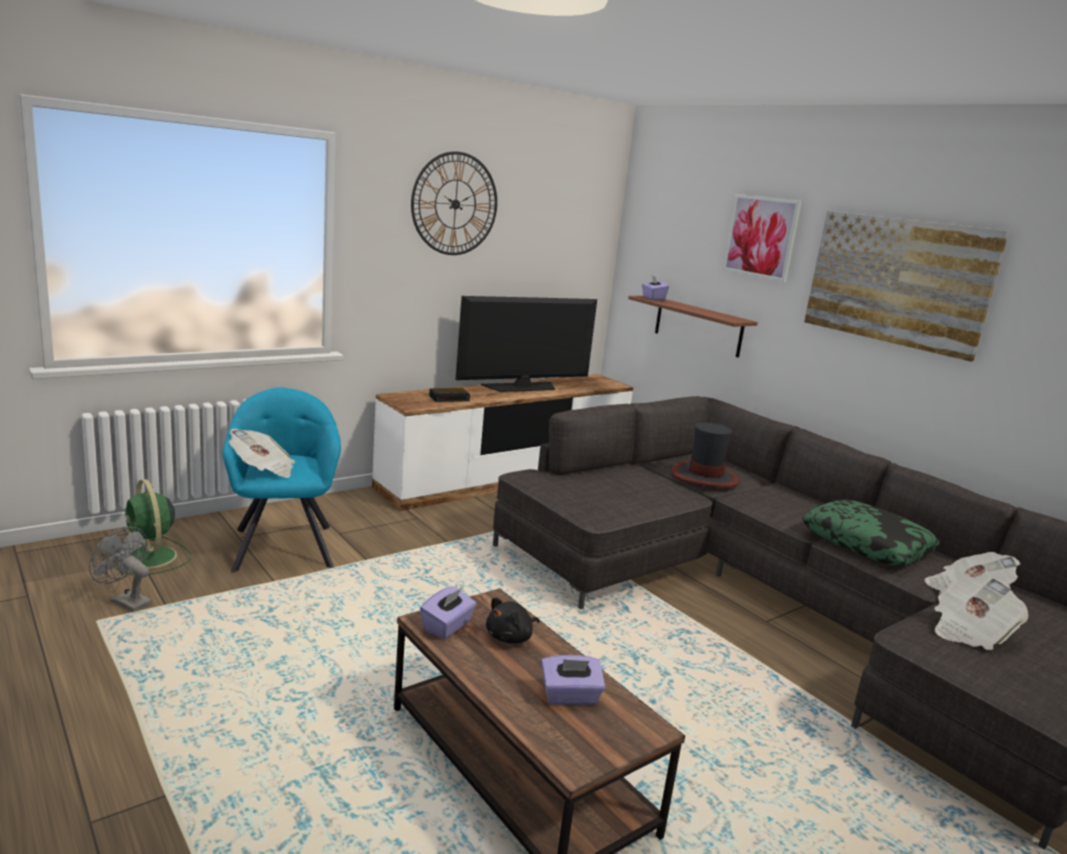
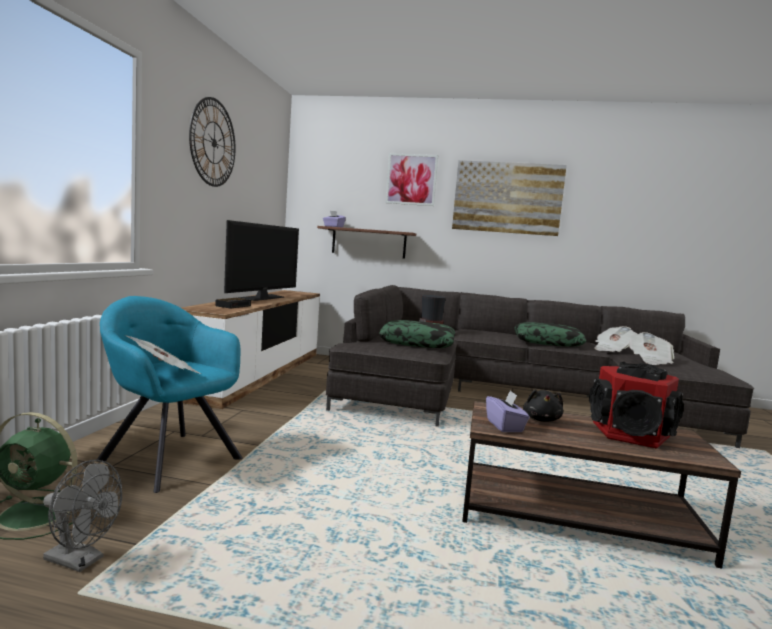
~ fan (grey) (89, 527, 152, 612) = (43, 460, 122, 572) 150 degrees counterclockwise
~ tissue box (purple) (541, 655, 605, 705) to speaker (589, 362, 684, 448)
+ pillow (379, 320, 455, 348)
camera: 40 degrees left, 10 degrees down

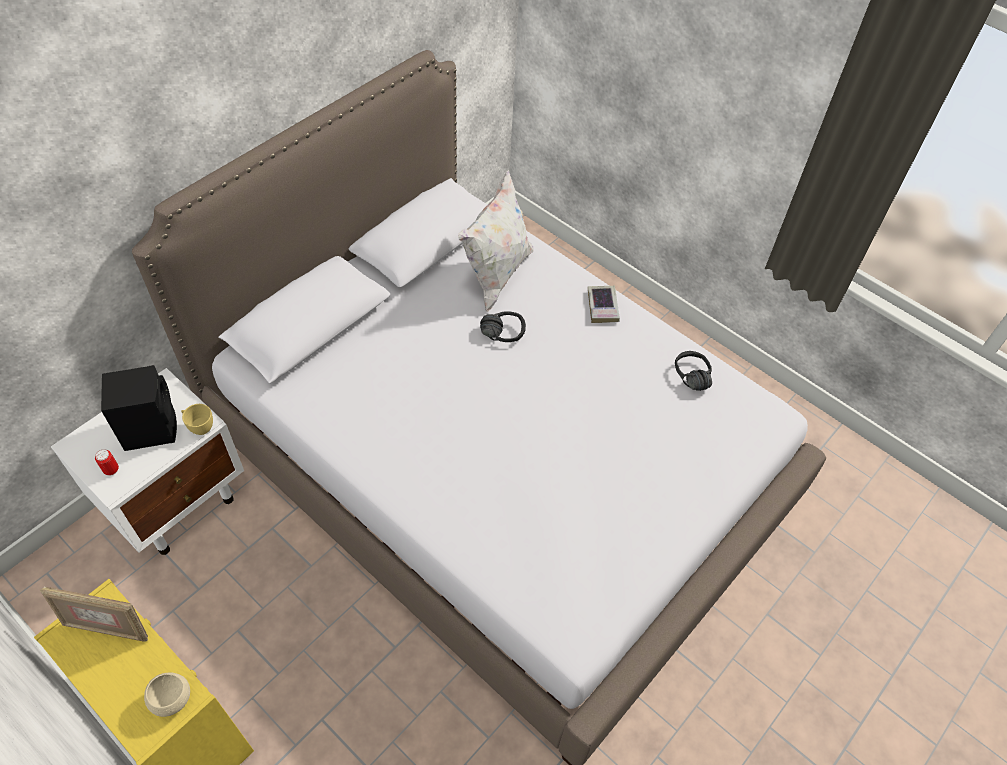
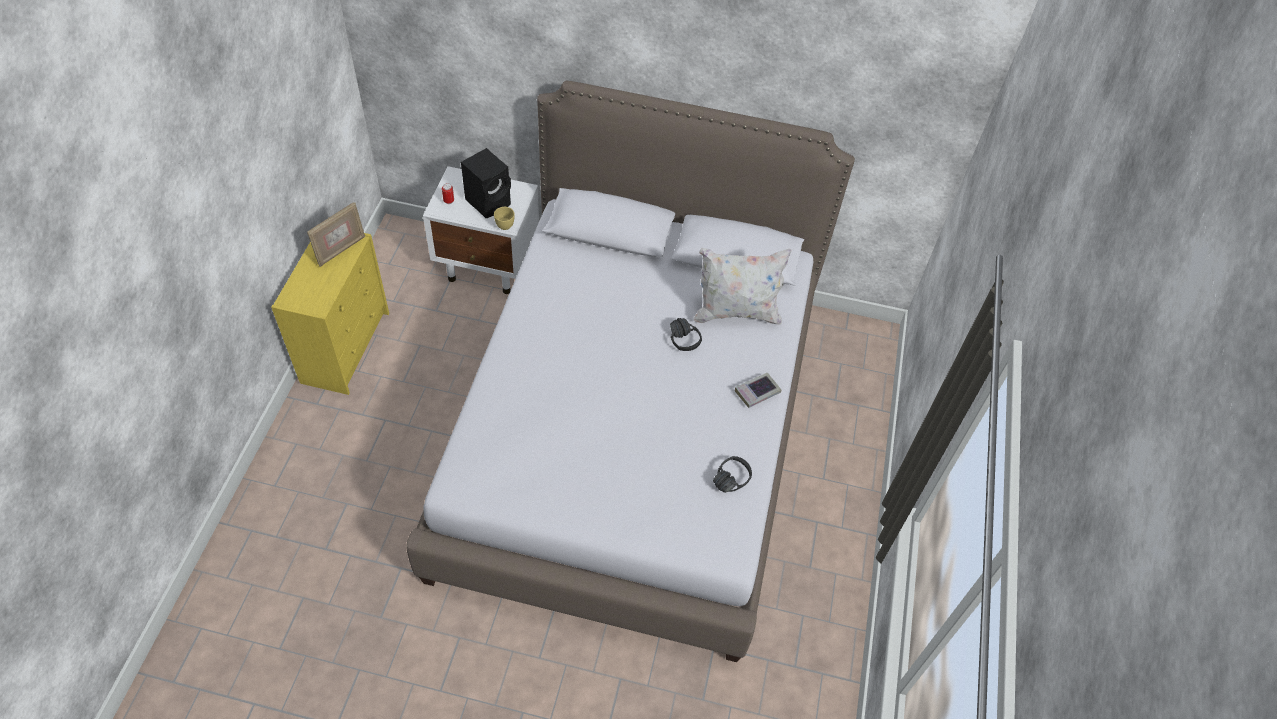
~ picture frame (40, 586, 148, 642) = (307, 203, 365, 267) 120 degrees counterclockwise
- bowl (beige) (144, 672, 190, 717)
camera: 60 degrees right, 0 degrees up

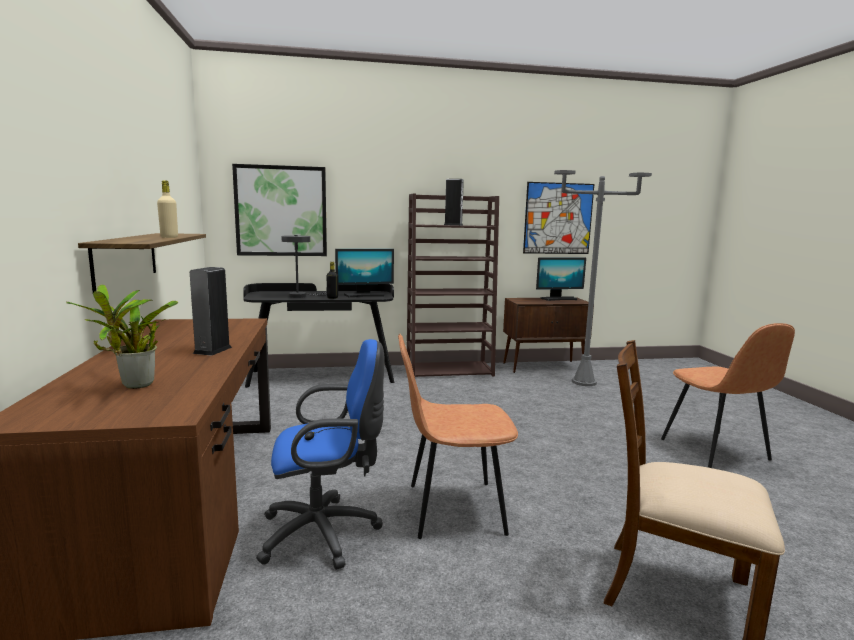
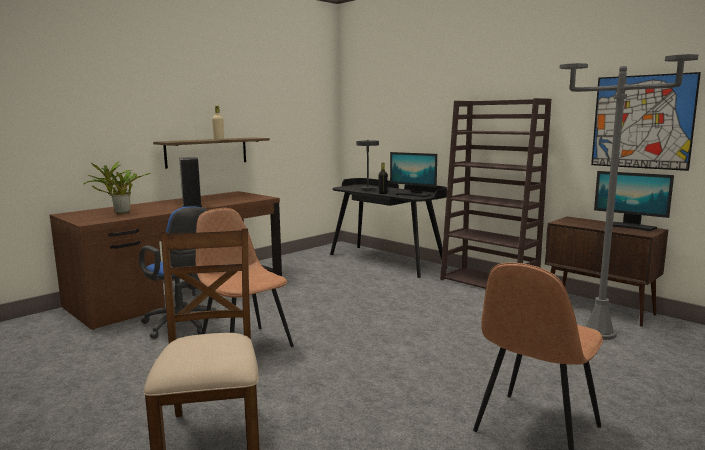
- picture (232, 164, 327, 256)
- speaker (444, 179, 464, 226)
camera: 55 degrees right, 0 degrees up

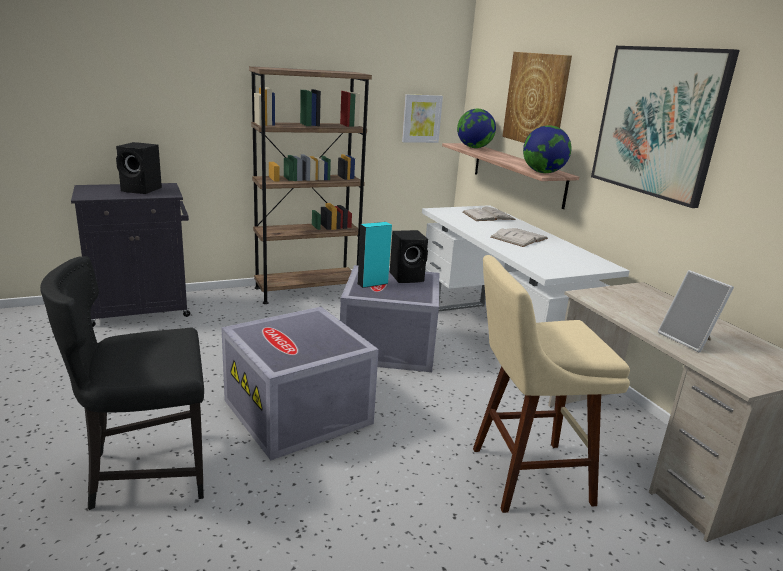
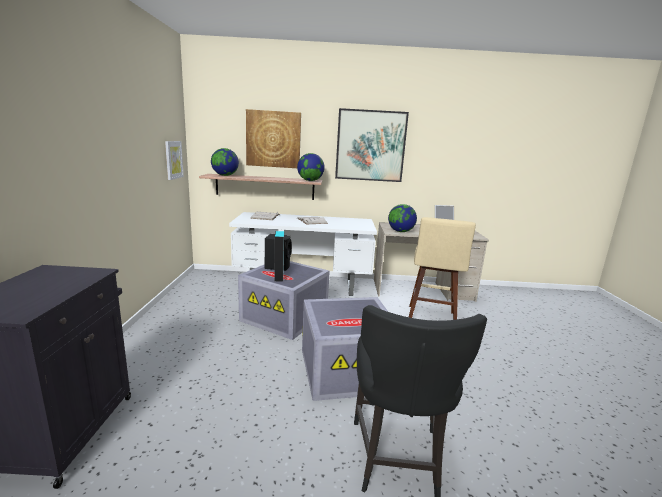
- speaker (black) (116, 142, 162, 194)
- bookcase (brown) (249, 66, 372, 304)
+ globe (388, 204, 417, 232)
camera: 65 degrees left, 5 degrees down

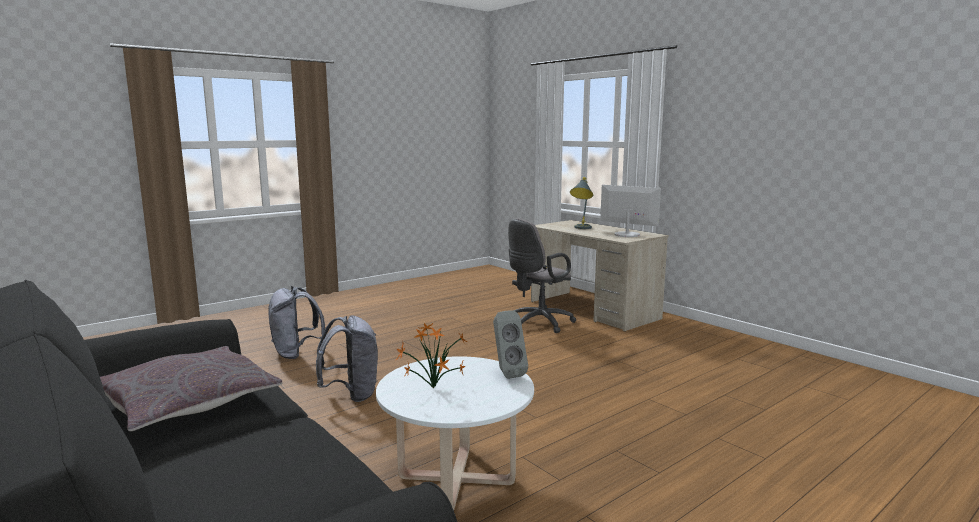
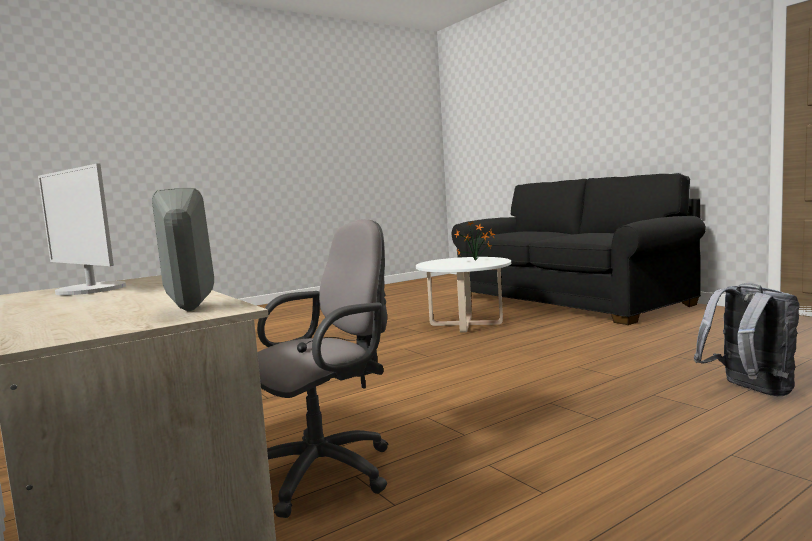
- pillow (grey) (100, 346, 282, 431)
- backpack (grey) (316, 315, 378, 402)
~ speaker (grey) (493, 311, 528, 379) to (152, 188, 214, 311)
- table lamp (grey) (570, 177, 593, 229)
camera: 175 degrees left, 5 degrees down

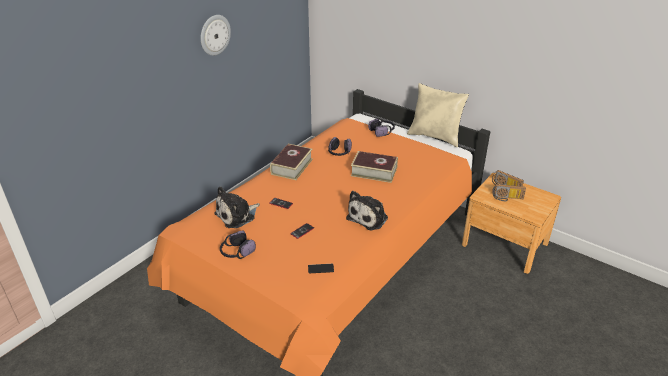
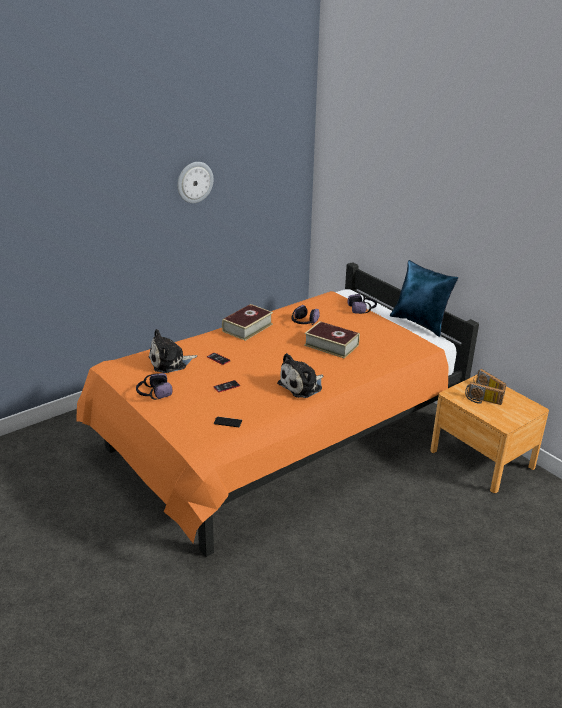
~ pillow (beige) (407, 83, 469, 147) to pillow (blue) (390, 260, 458, 337)
camera: 15 degrees right, 5 degrees down

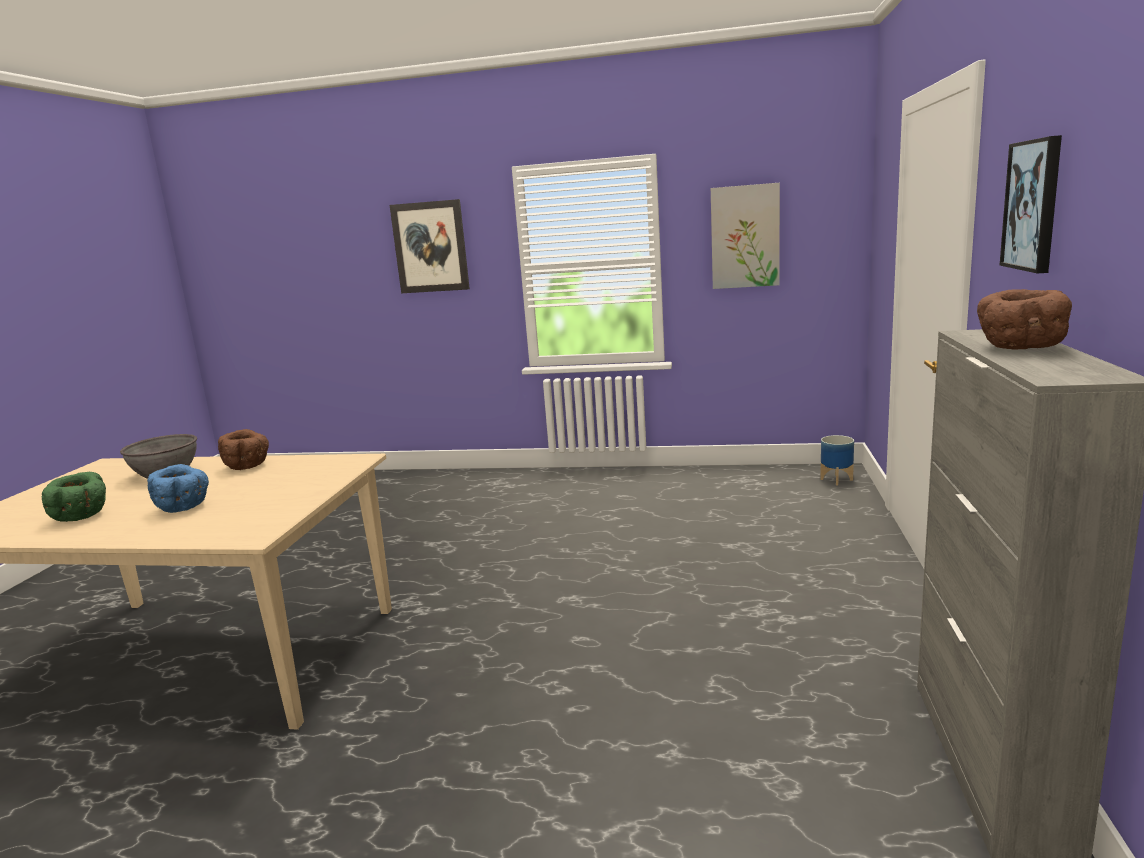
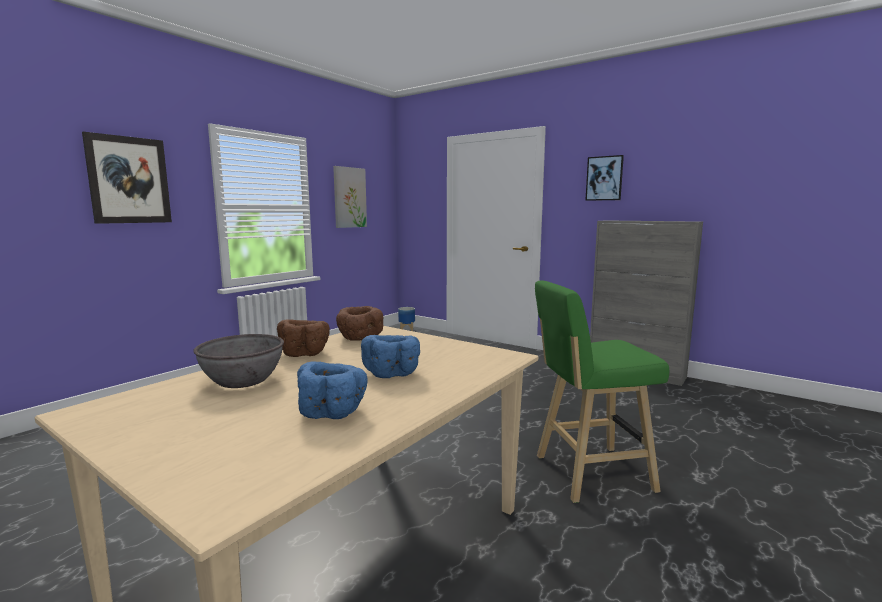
~ bowl (green) (42, 472, 106, 522) to bowl (blue) (297, 361, 368, 419)
~ bowl (brown) (977, 289, 1072, 350) to (336, 306, 383, 341)
+ stool (green) (535, 281, 669, 503)
camera: 65 degrees left, 5 degrees down

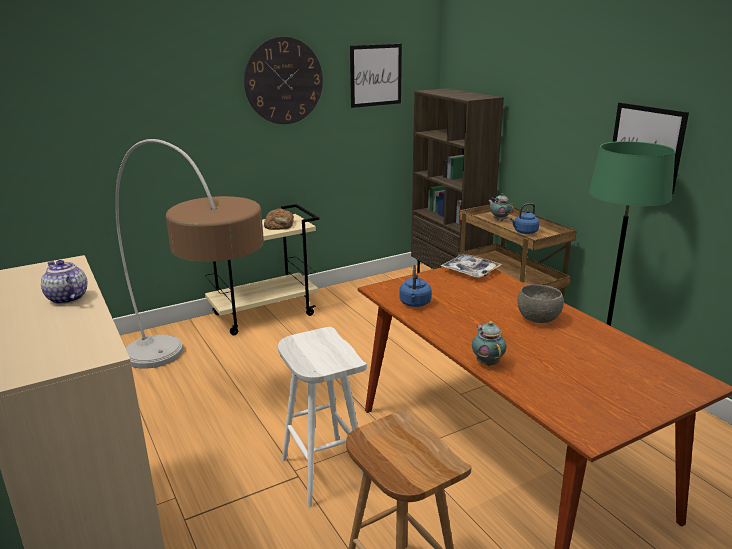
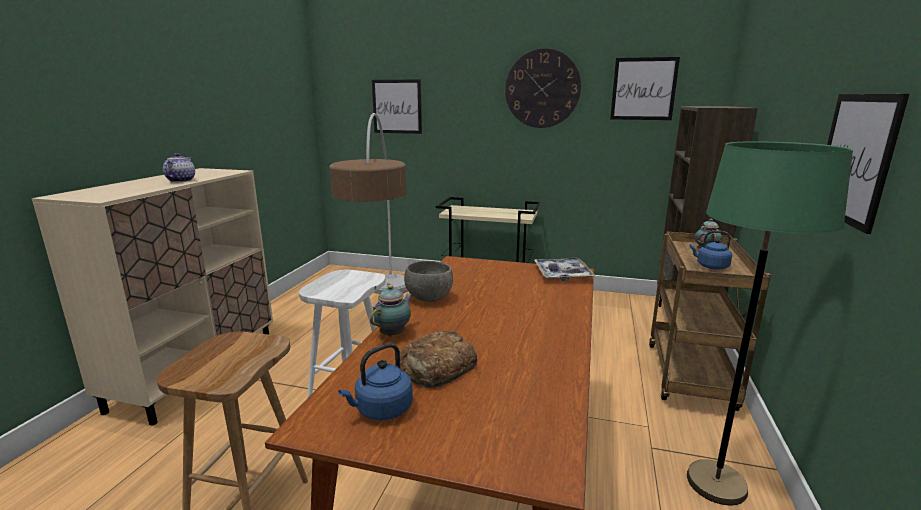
~ bread (264, 208, 294, 230) to (400, 331, 477, 388)
~ kettle (blue) (399, 265, 432, 307) to (338, 343, 413, 420)
~ bowl (grey) (517, 284, 564, 323) to (404, 261, 453, 302)
+ picture (372, 79, 422, 134)
camera: 45 degrees right, 5 degrees down

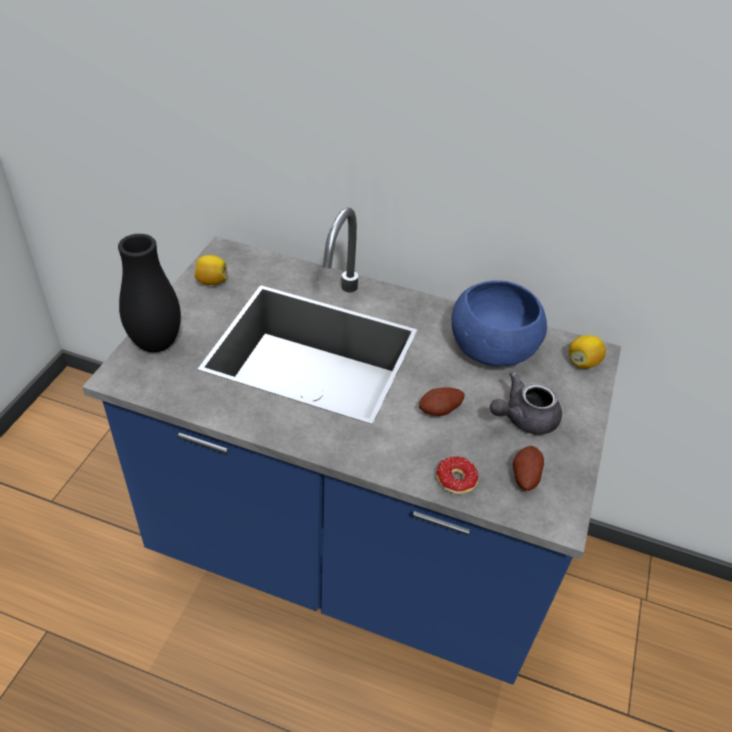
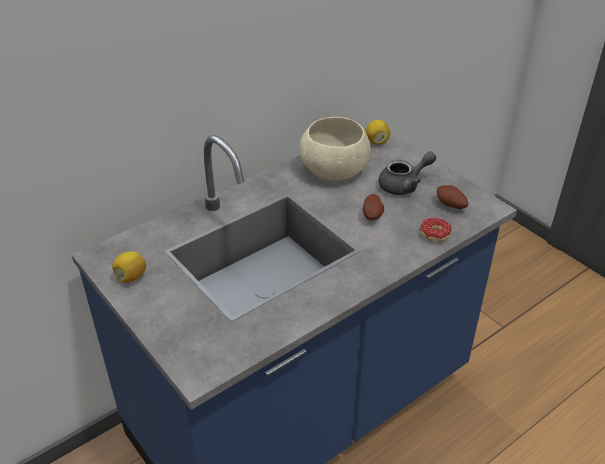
- vase (black) (118, 234, 181, 352)
~ bowl (blue) (452, 280, 547, 367) to bowl (beige) (300, 117, 371, 181)
~ teapot (grey) (490, 372, 562, 435) = (378, 151, 436, 195) 120 degrees counterclockwise
camera: 55 degrees left, 5 degrees down

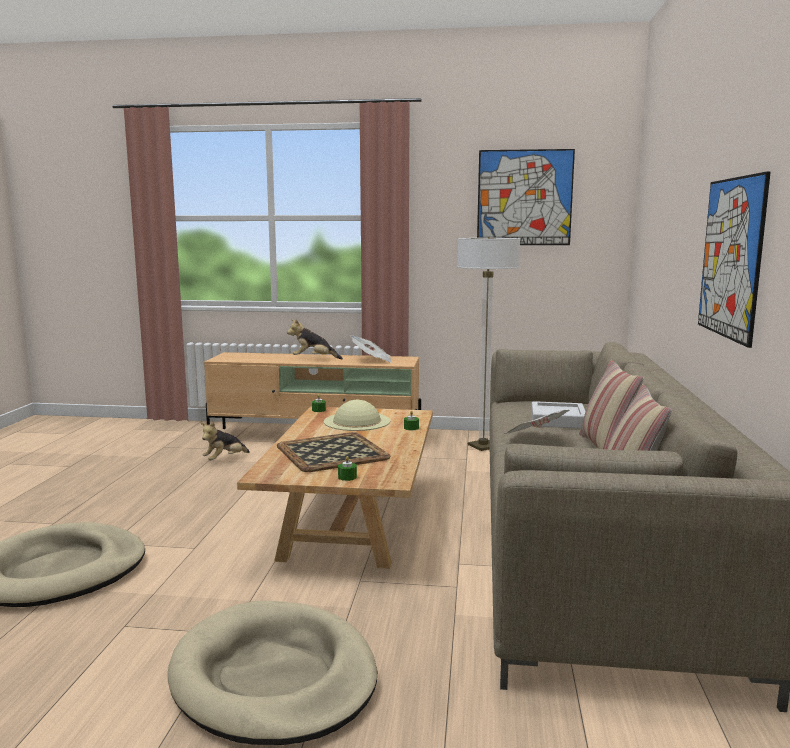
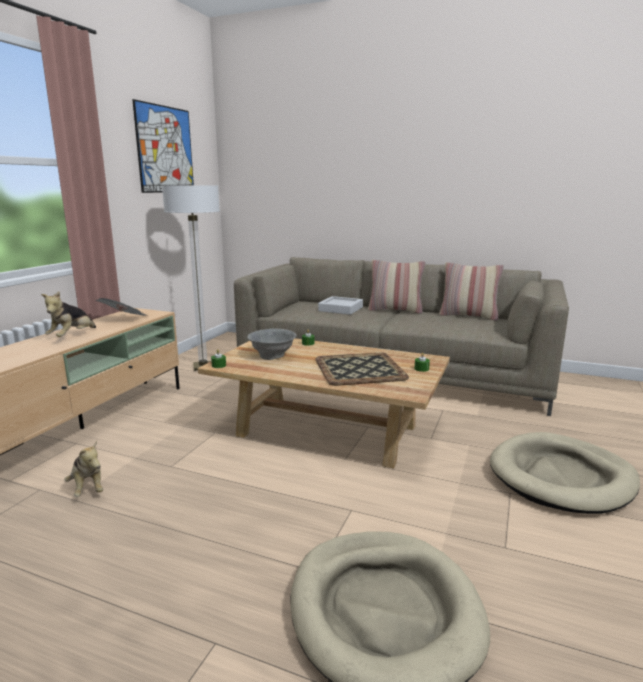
~ hat (beige) (324, 400, 390, 431) to bowl (grey) (247, 328, 297, 360)
- newspaper (504, 409, 570, 434)
- picture (698, 171, 771, 348)
camera: 75 degrees left, 5 degrees up

